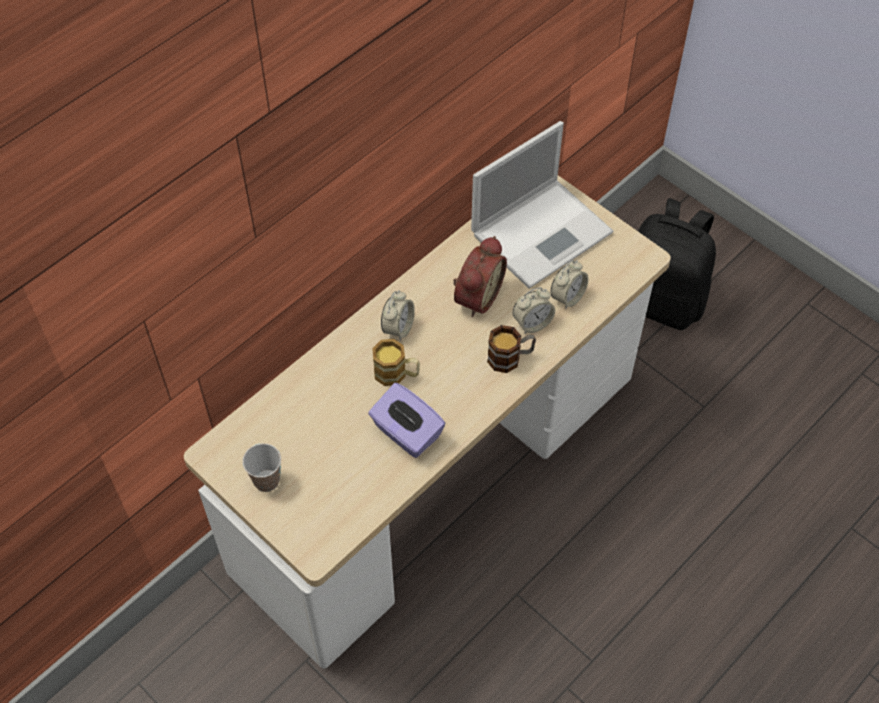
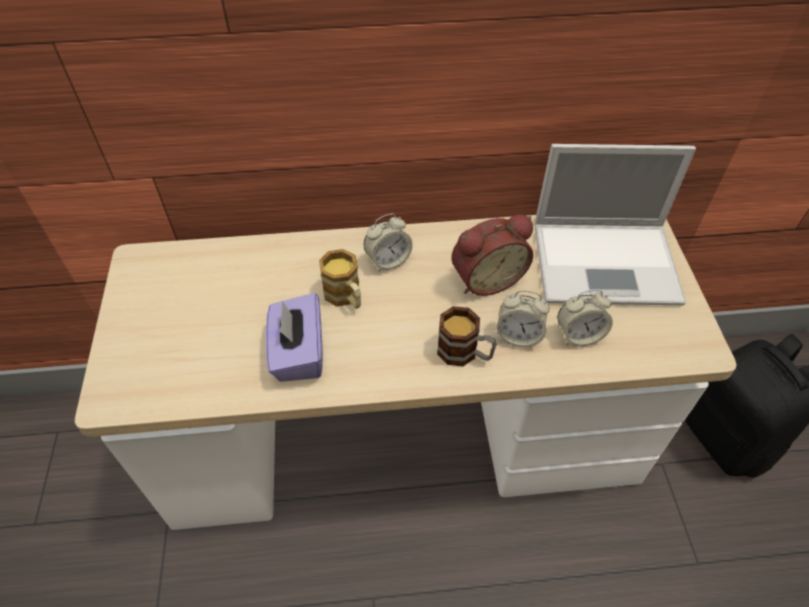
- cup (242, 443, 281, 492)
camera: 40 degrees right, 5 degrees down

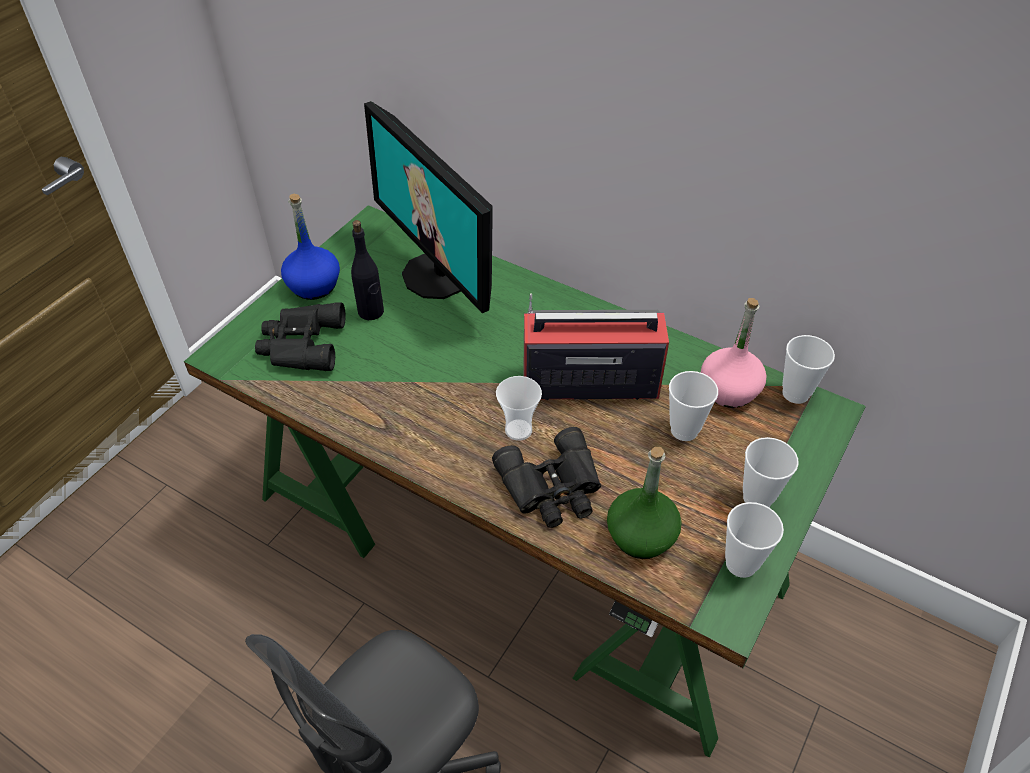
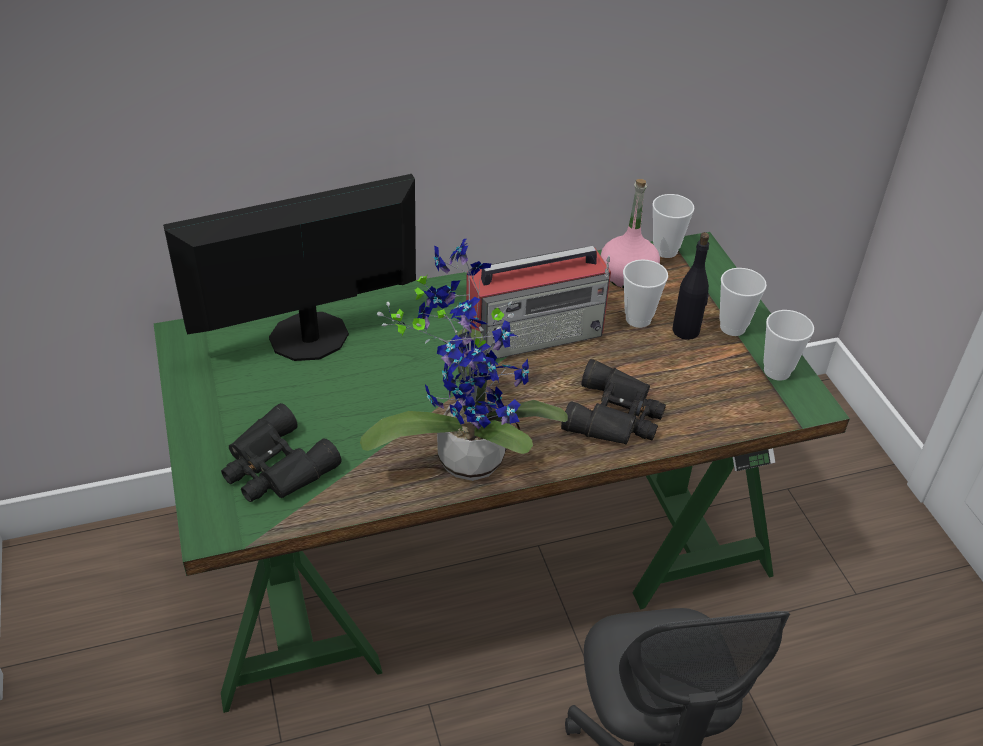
- bottle (blue) (281, 194, 340, 300)
~ bottle (black) (351, 220, 384, 320) to (672, 232, 709, 340)
~ monitor (364, 101, 493, 313) = (163, 174, 416, 361) 150 degrees clockwise
- cup (496, 376, 542, 441)
~ radio (523, 293, 669, 400) = (466, 246, 611, 359) 150 degrees counterclockwise
- bottle (green) (607, 447, 682, 559)
+ potted plant (360, 238, 568, 481)
camera: 50 degrees left, 5 degrees down

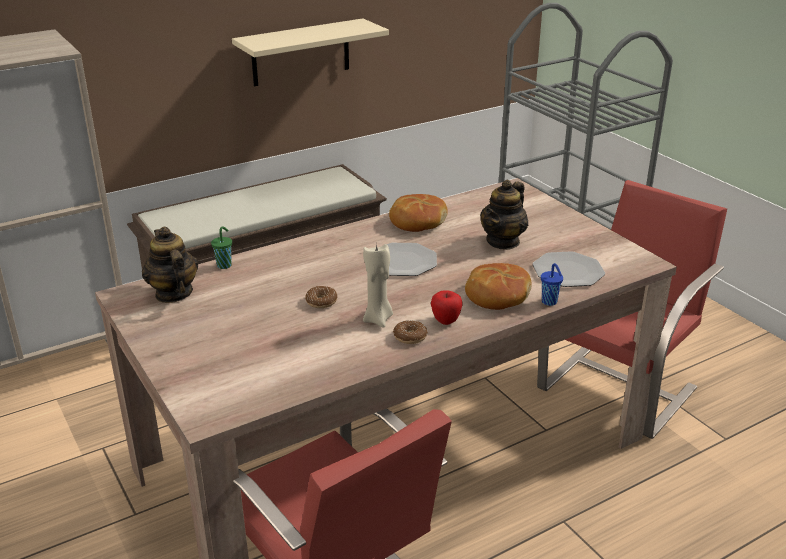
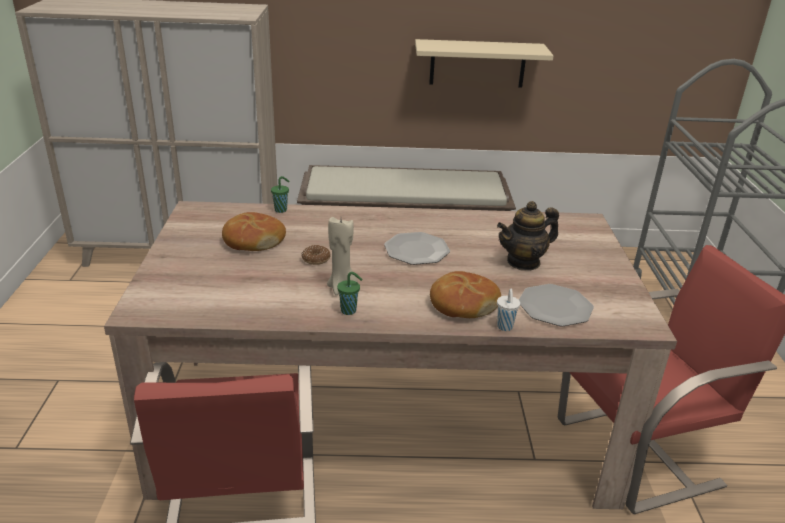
- teapot (142, 227, 198, 303)
~ bread (389, 194, 448, 232) to (222, 212, 286, 251)
~ donut (393, 320, 428, 344) to cup (green) (337, 272, 363, 315)
- apple (431, 290, 462, 325)
~ cup (blue) (541, 263, 563, 306) to cup (white) (497, 289, 520, 331)
camera: 30 degrees right, 0 degrees up

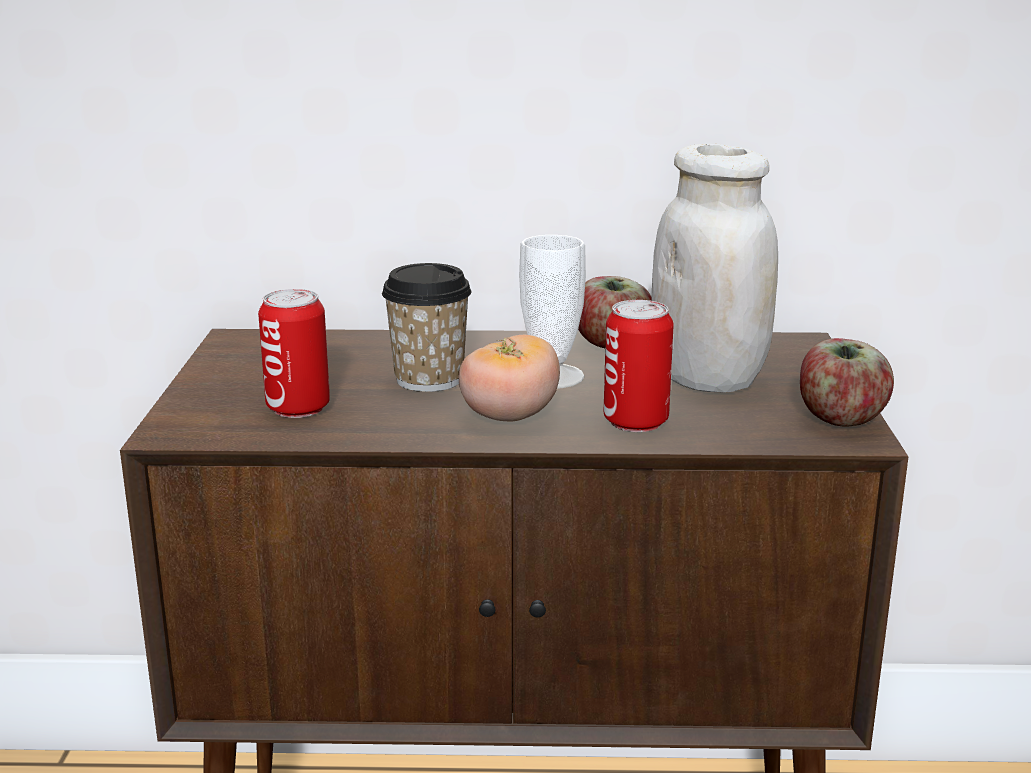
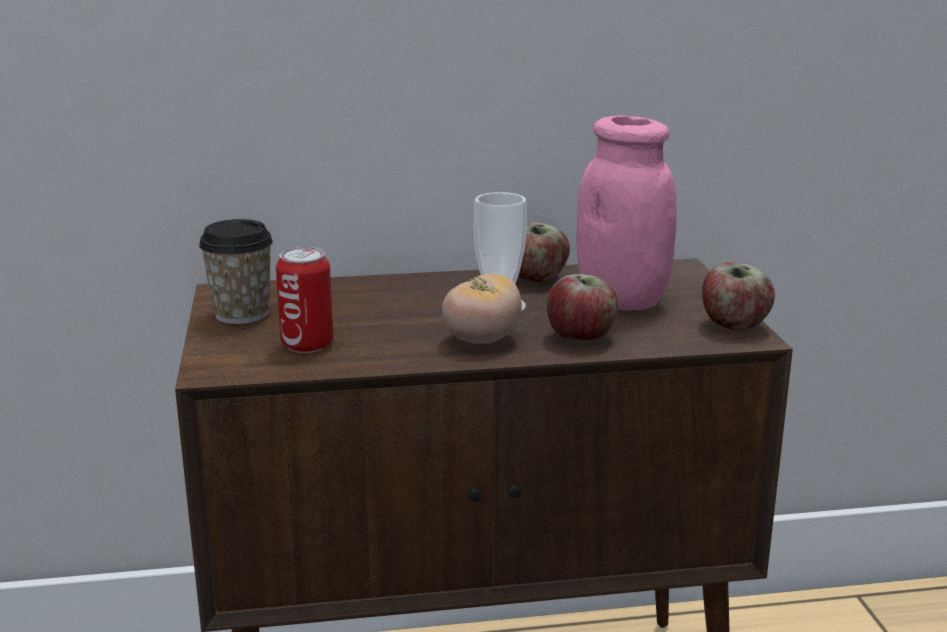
~ cup (382, 263, 471, 392) to (199, 219, 273, 324)
~ can (604, 300, 674, 432) to apple (547, 274, 618, 340)
~ jar (white) (652, 144, 778, 393) to jar (pink) (576, 115, 677, 310)
camera: 10 degrees left, 0 degrees up

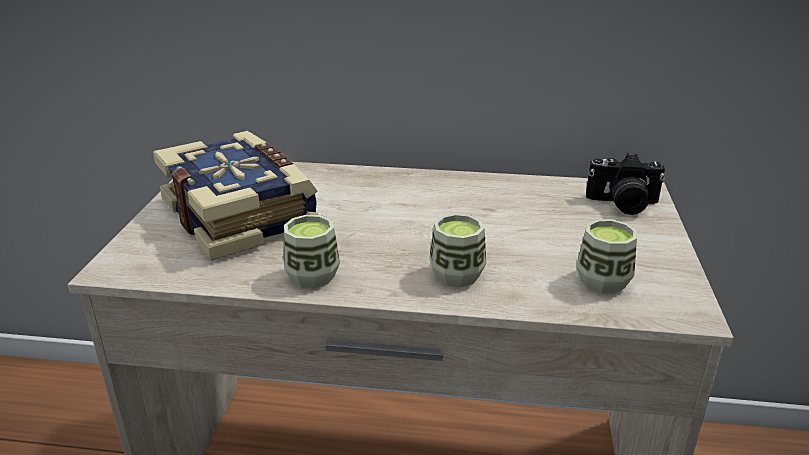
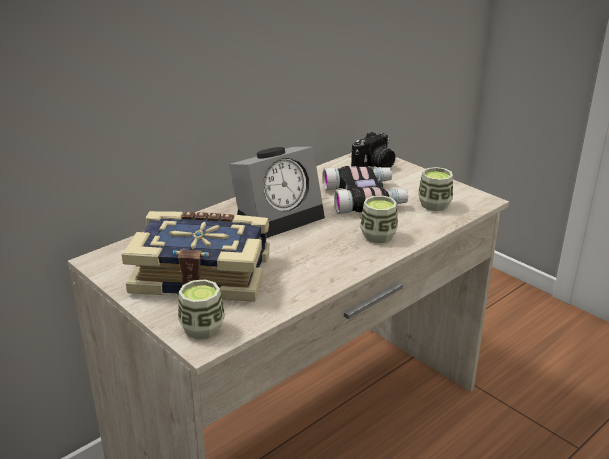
~ cup (283, 215, 340, 288) to (178, 279, 225, 340)
+ alarm clock (229, 147, 325, 238)
+ binoculars (323, 166, 408, 214)
camera: 50 degrees left, 0 degrees up

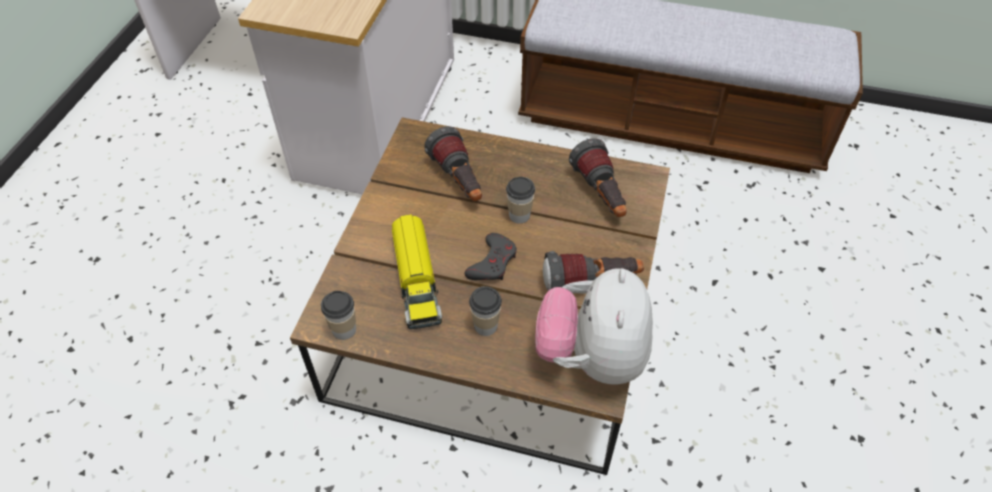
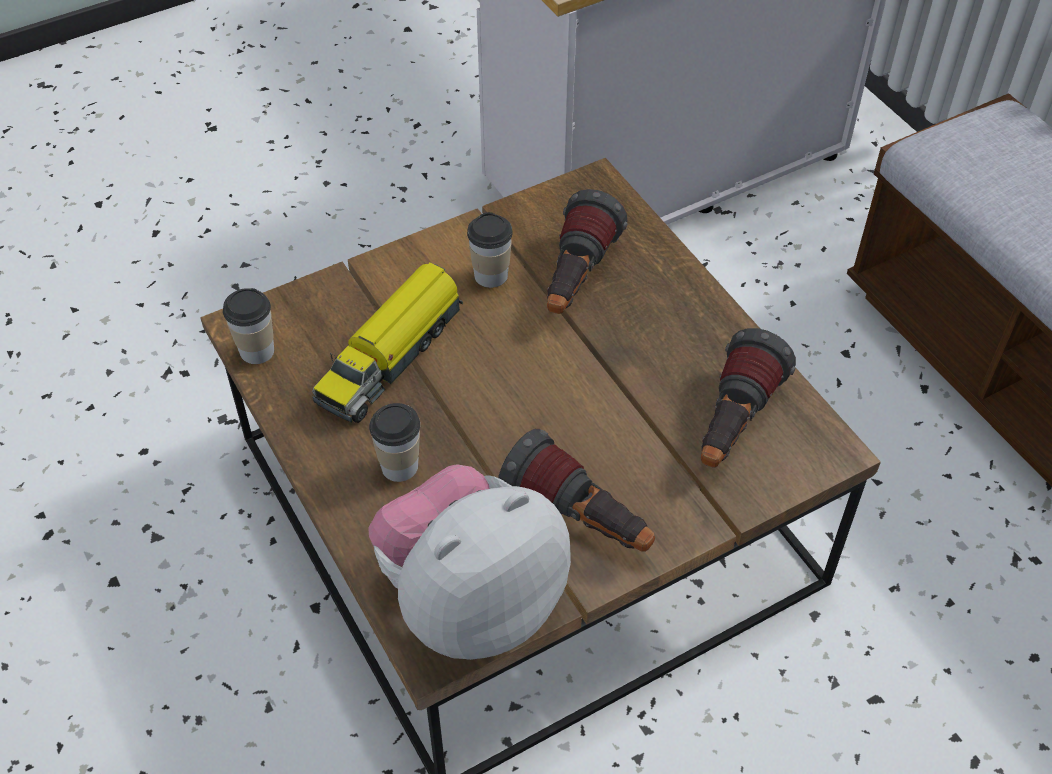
- game controller (grey) (465, 233, 517, 280)
~ cup (506, 177, 535, 224) to (467, 212, 512, 288)
camera: 45 degrees right, 0 degrees up

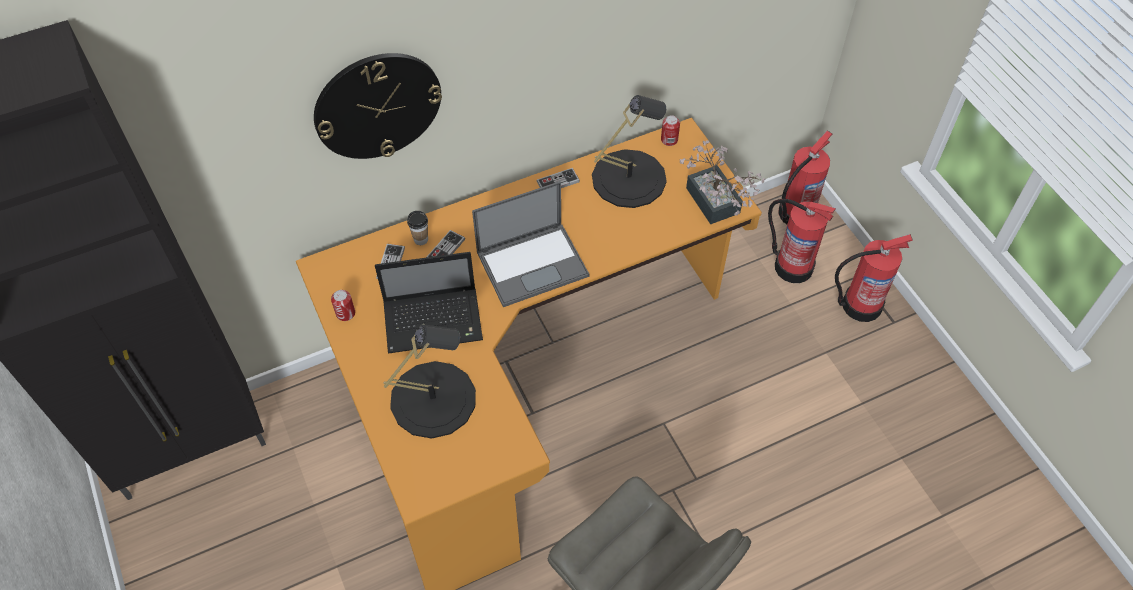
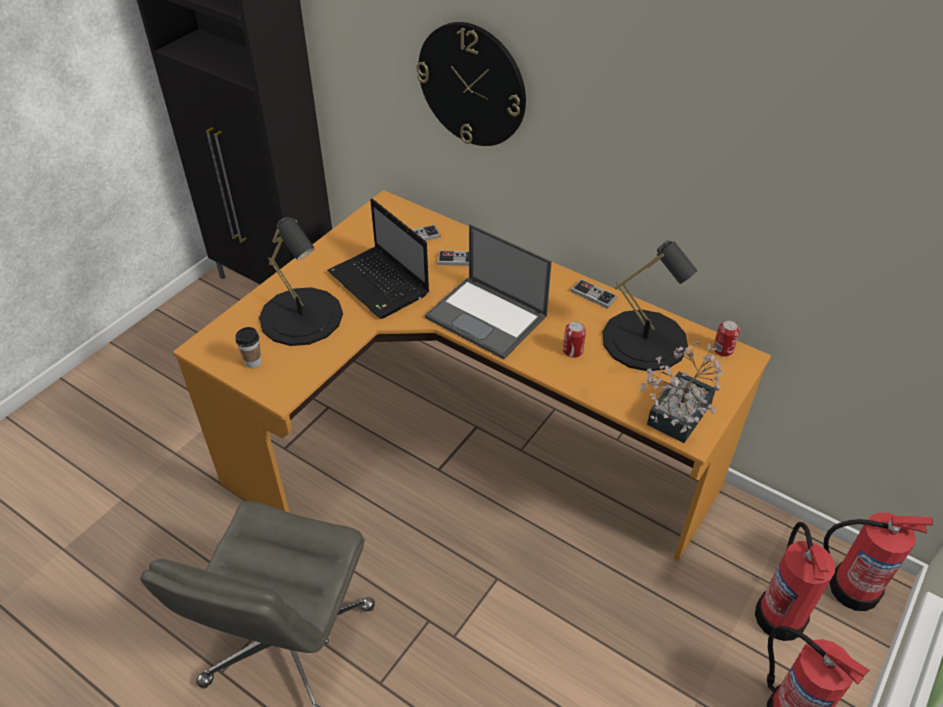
~ can (331, 290, 355, 321) to (563, 321, 586, 358)
~ cup (407, 211, 428, 245) to (235, 327, 262, 368)
camera: 60 degrees right, 10 degrees down

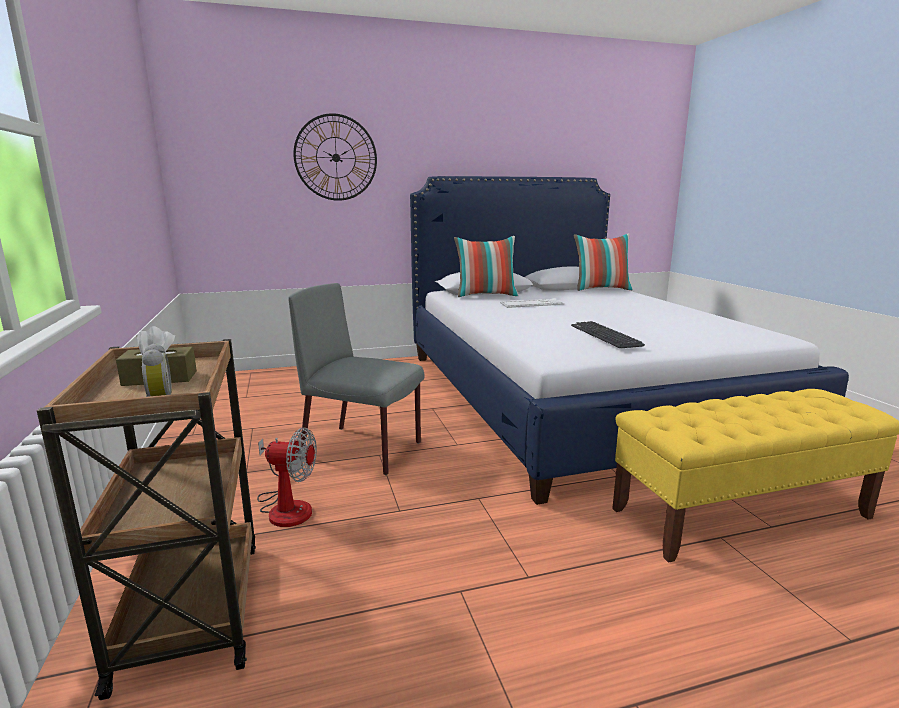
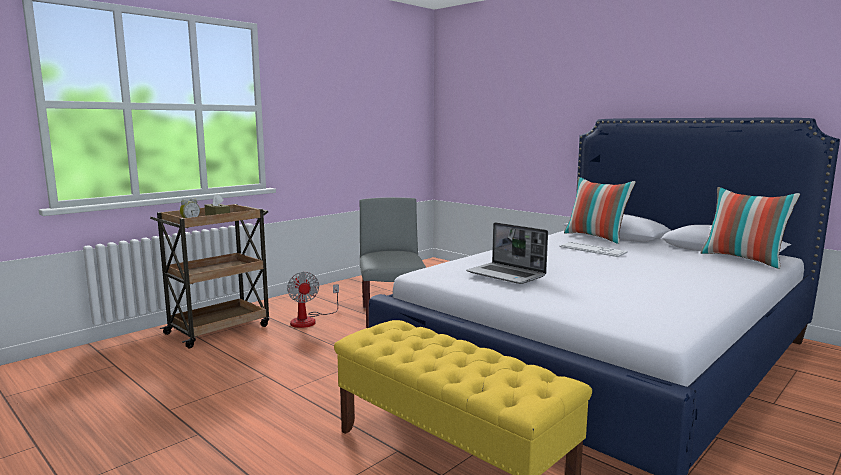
- wall clock (293, 113, 377, 201)
~ keyboard (571, 321, 645, 348) to laptop (466, 222, 548, 284)
camera: 60 degrees right, 5 degrees down

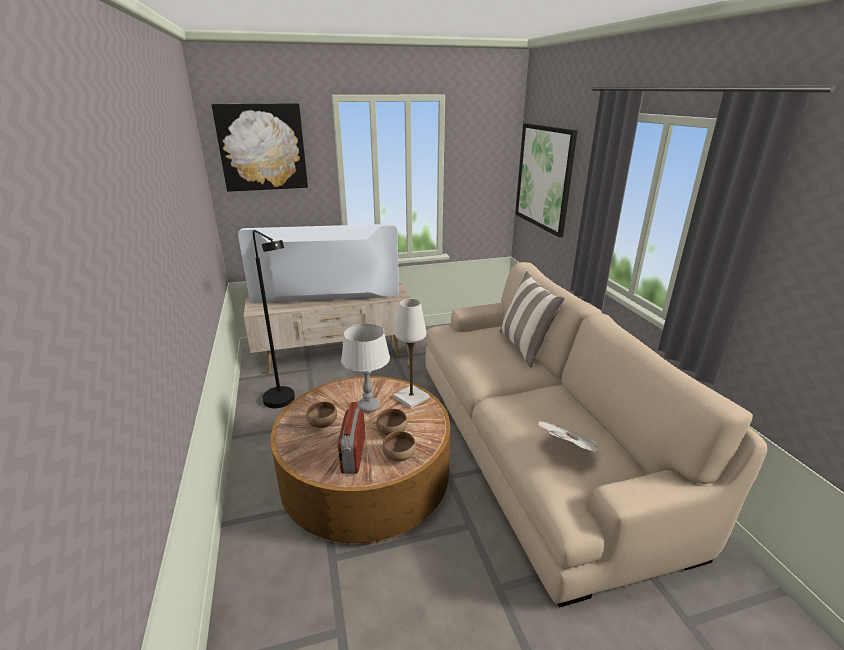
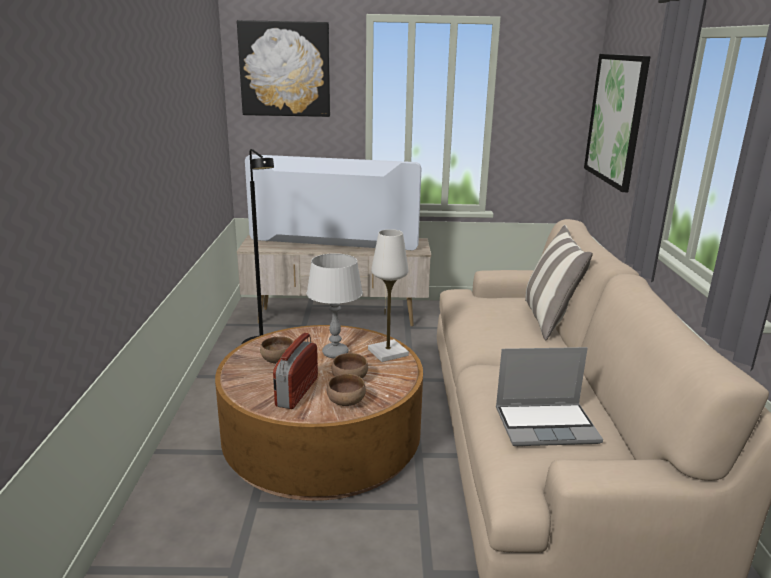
~ newspaper (538, 421, 600, 453) to laptop (496, 347, 603, 446)
camera: 15 degrees right, 5 degrees down

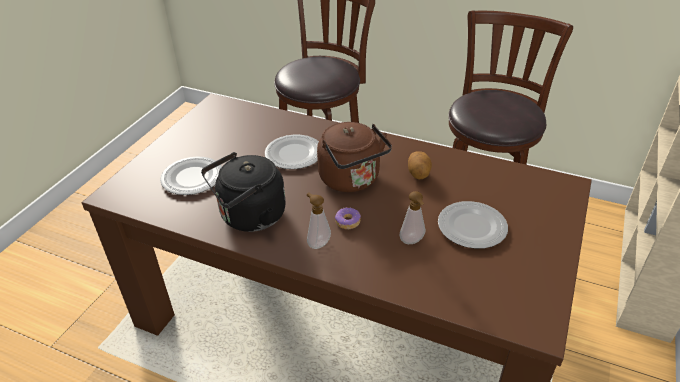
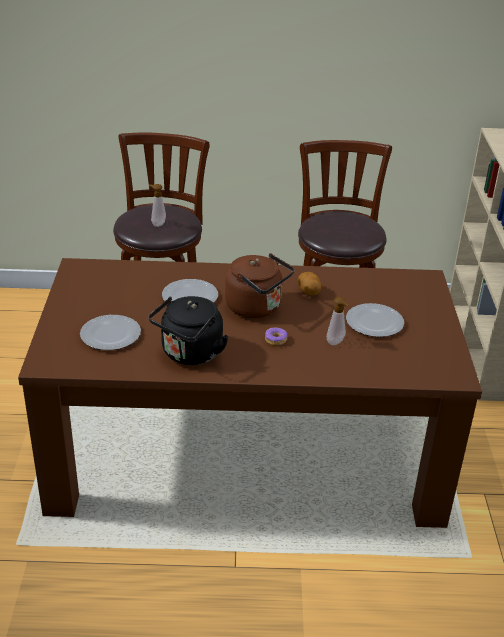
~ soap dispenser (307, 193, 331, 249) to (149, 184, 166, 227)
camera: 25 degrees left, 5 degrees down

